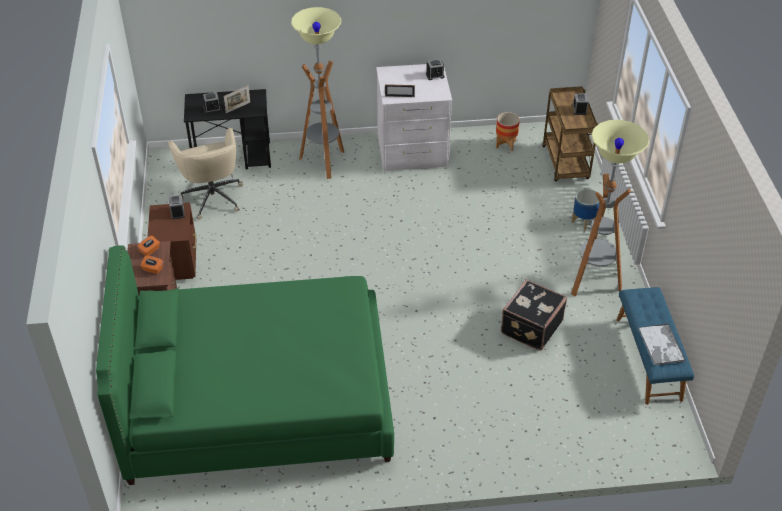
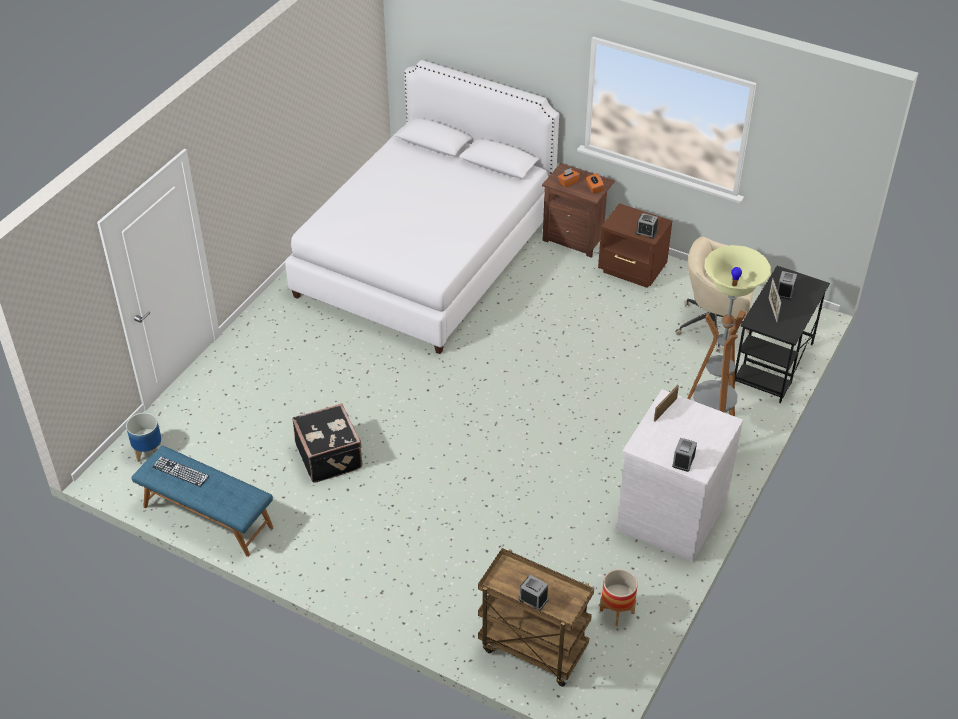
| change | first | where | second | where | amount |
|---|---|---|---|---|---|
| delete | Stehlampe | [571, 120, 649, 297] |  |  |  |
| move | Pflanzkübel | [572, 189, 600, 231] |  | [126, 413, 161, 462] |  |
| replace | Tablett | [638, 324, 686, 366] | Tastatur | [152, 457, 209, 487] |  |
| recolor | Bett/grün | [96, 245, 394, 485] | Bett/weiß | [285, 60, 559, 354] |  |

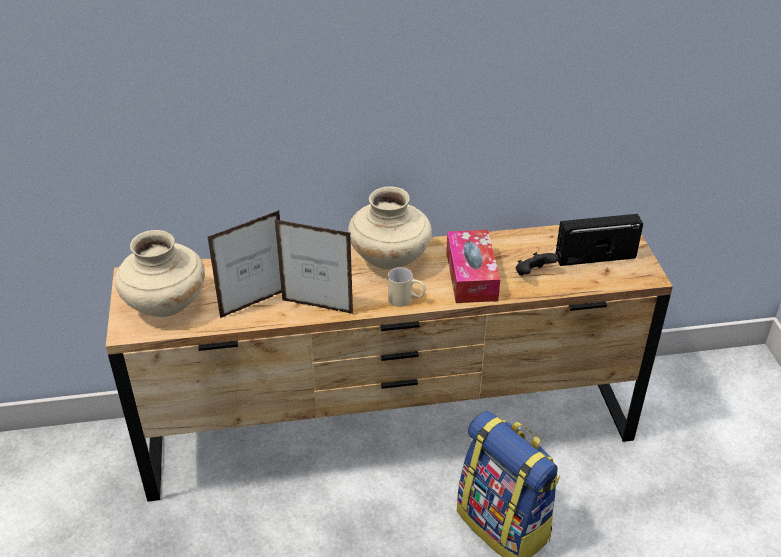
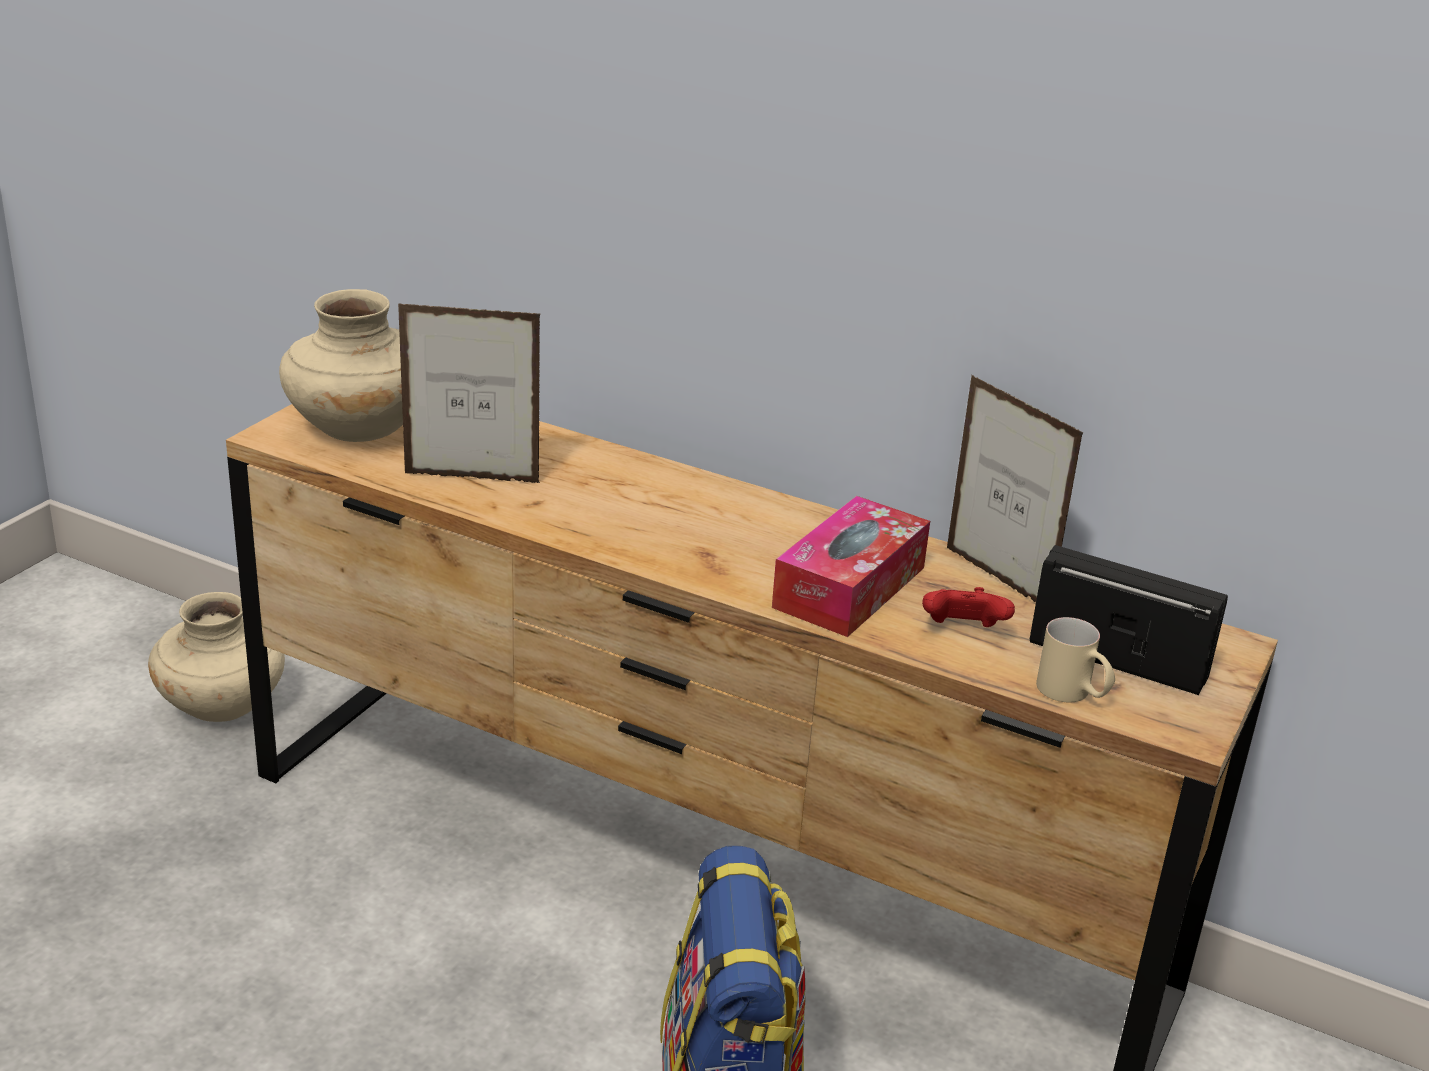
| change | first | where | second | where | amount |
|---|---|---|---|---|---|
| move | Bilderrahmen | [275, 220, 353, 314] |  | [947, 375, 1083, 602] |  |
| move | Vase/beige | [348, 187, 432, 270] |  | [148, 592, 285, 722] |  |
| move | Henkelbecher/beige | [388, 267, 426, 307] |  | [1036, 617, 1115, 702] |  |
| recolor | Gamepad/schwarz | [516, 252, 558, 275] | Gamepad/rot | [922, 587, 1015, 627] |  |

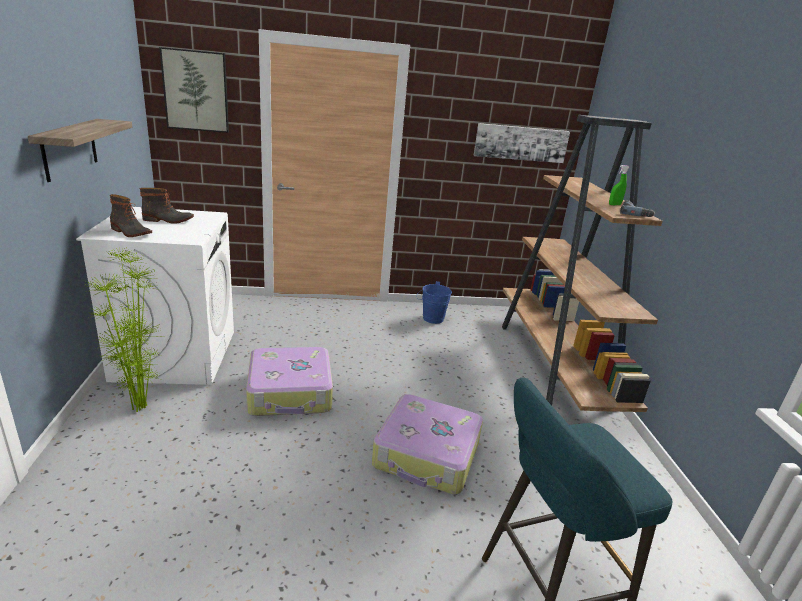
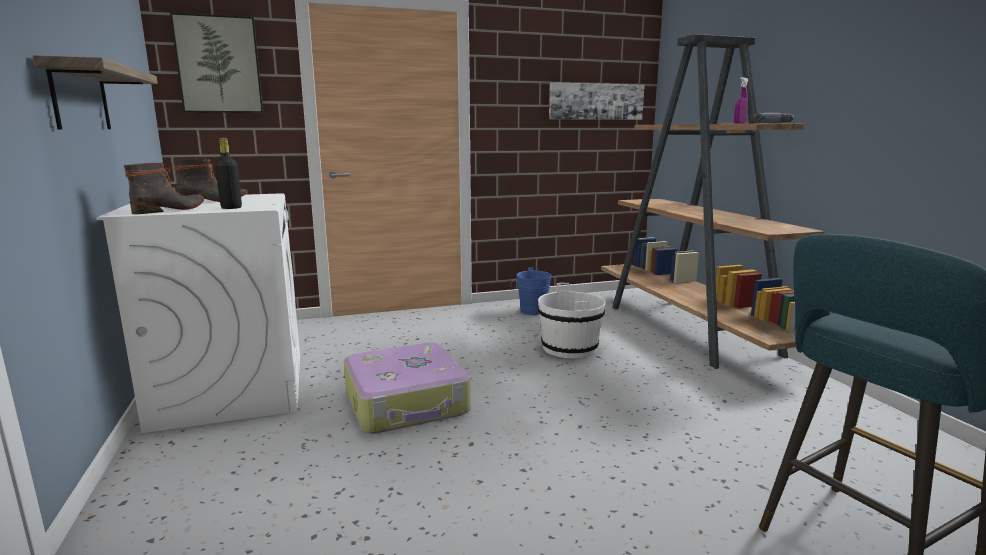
| change | first | where | second | where | amount |
|---|---|---|---|---|---|
| delete | Topfpflanze | [85, 247, 161, 412] |  |  |  |
| delete | Koffer | [372, 394, 483, 495] |  |  |  |
| insert |  |  | Flasche/schwarz | [215, 138, 242, 209] |  |
| insert |  |  | Eimer/weiß | [538, 283, 606, 358] |  |
| recolor | Sprühflasche/grün | [609, 165, 630, 205] | Sprühflasche/lila | [734, 77, 749, 124] |  |
| rotate | Stiefel | [110, 194, 152, 237] |  | [124, 163, 204, 214] | 75 degrees counterclockwise |

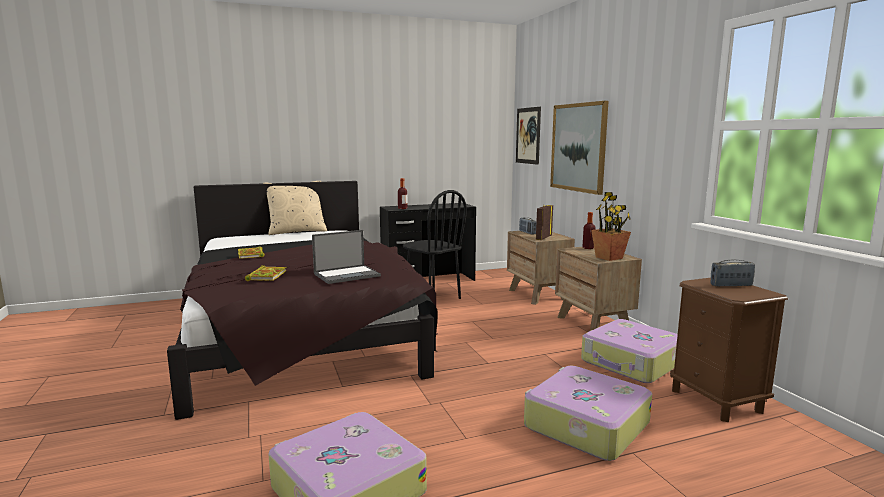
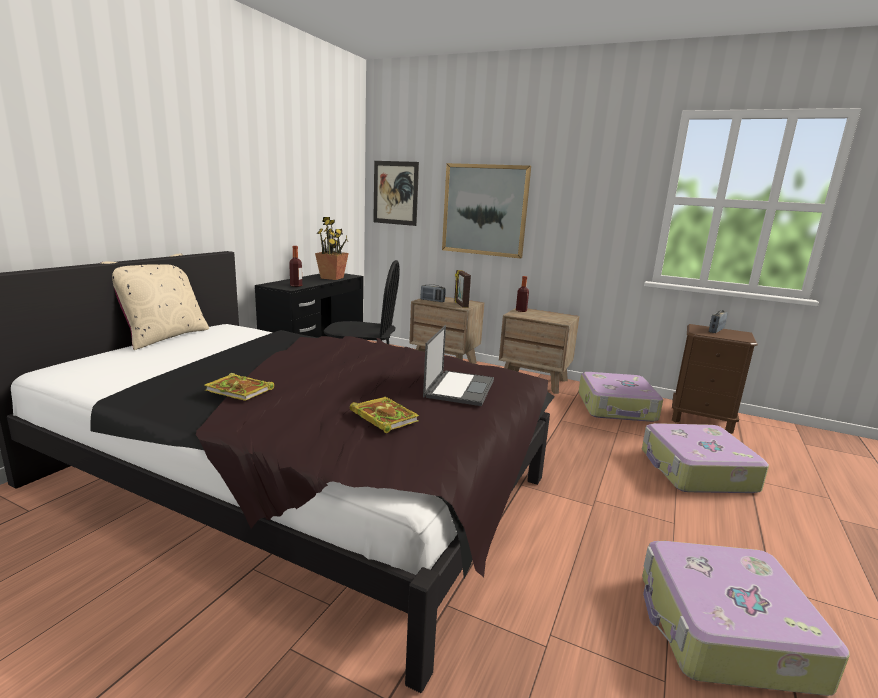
| change | first | where | second | where | amount |
|---|---|---|---|---|---|
| move | Topfpflanze | [591, 192, 631, 261] |  | [315, 217, 349, 280] |  |

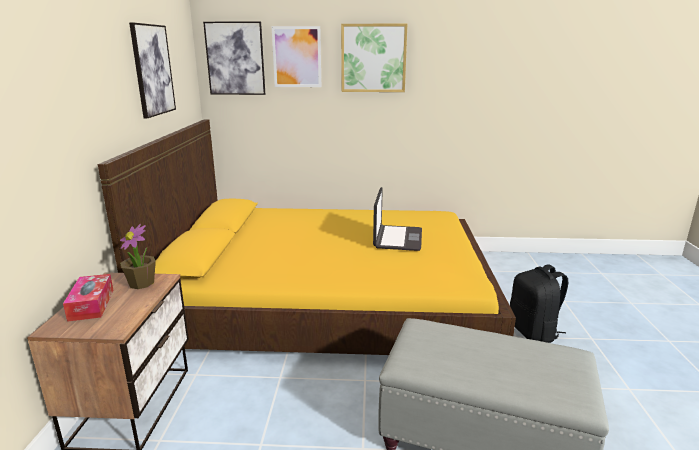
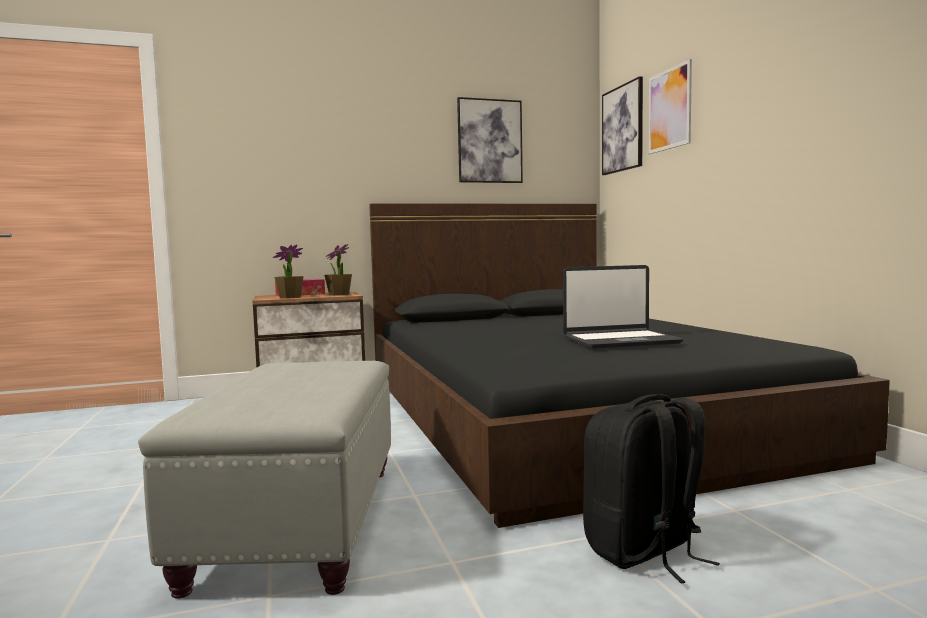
| change | first | where | second | where | amount |
|---|---|---|---|---|---|
| delete | Bild | [341, 24, 407, 92] |  |  |  |
| insert |  |  | Topfpflanze | [273, 245, 304, 299] |  |
| recolor | Bett/gelb | [98, 120, 516, 355] | Bett/schwarz | [369, 203, 890, 528] |  |

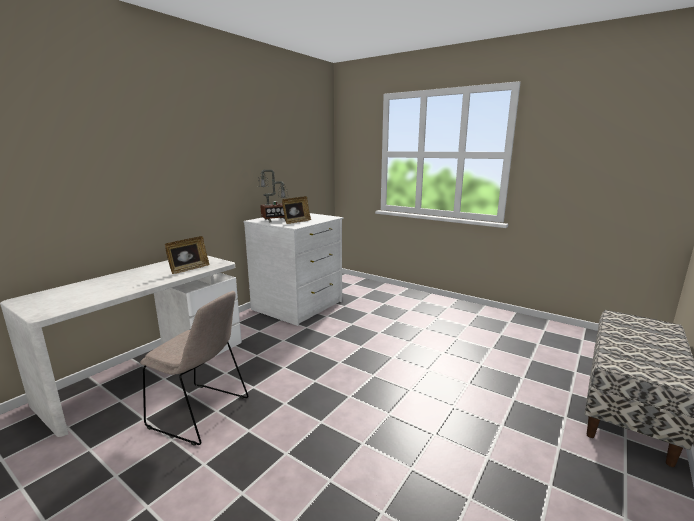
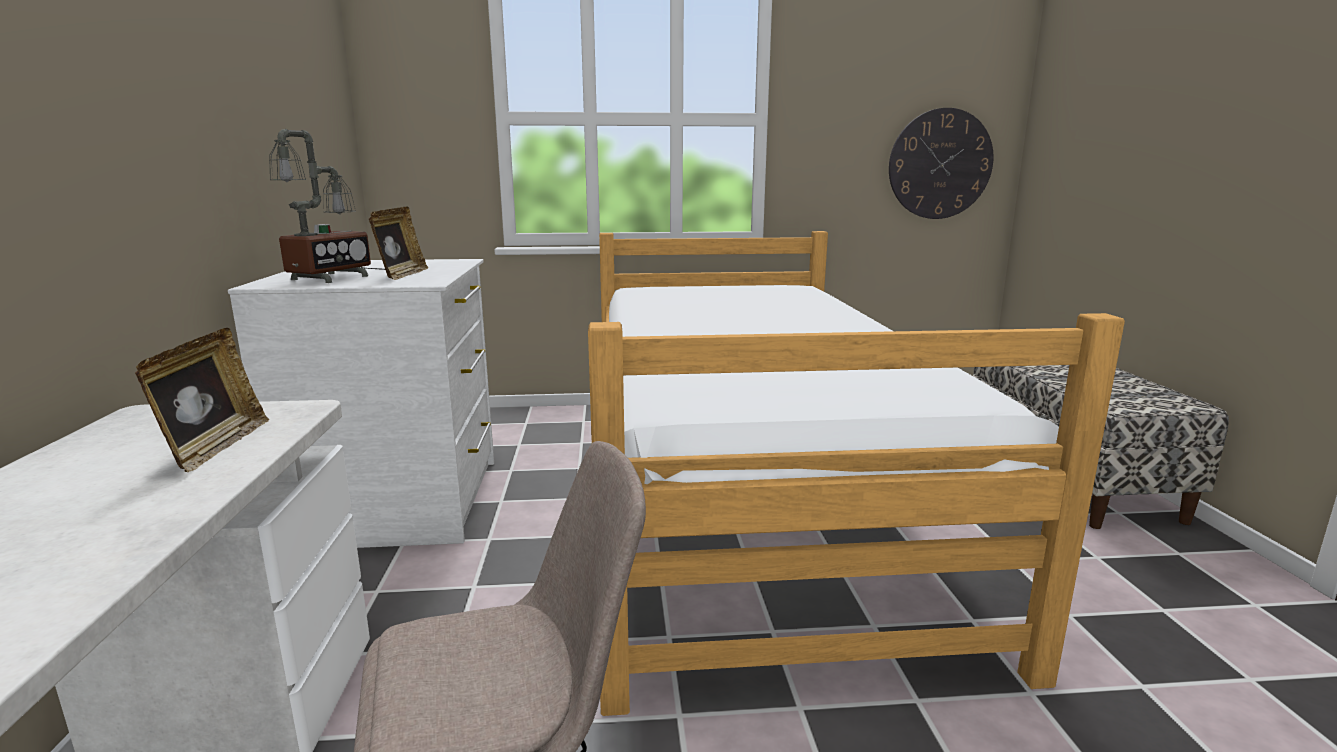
| change | first | where | second | where | amount |
|---|---|---|---|---|---|
| insert |  |  | Bett | [588, 231, 1125, 716] |  |
| insert |  |  | Wanduhr | [889, 108, 993, 219] |  |

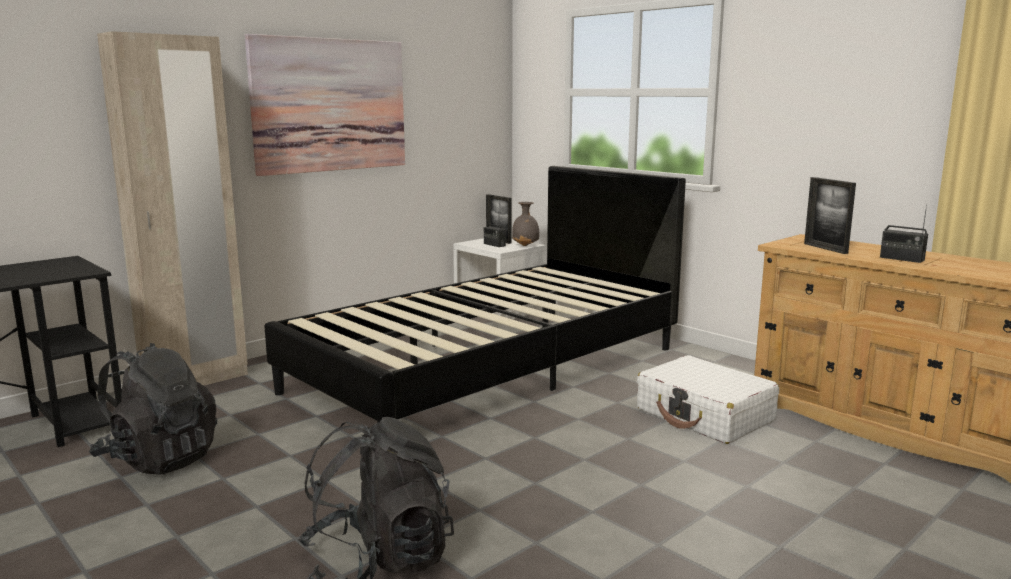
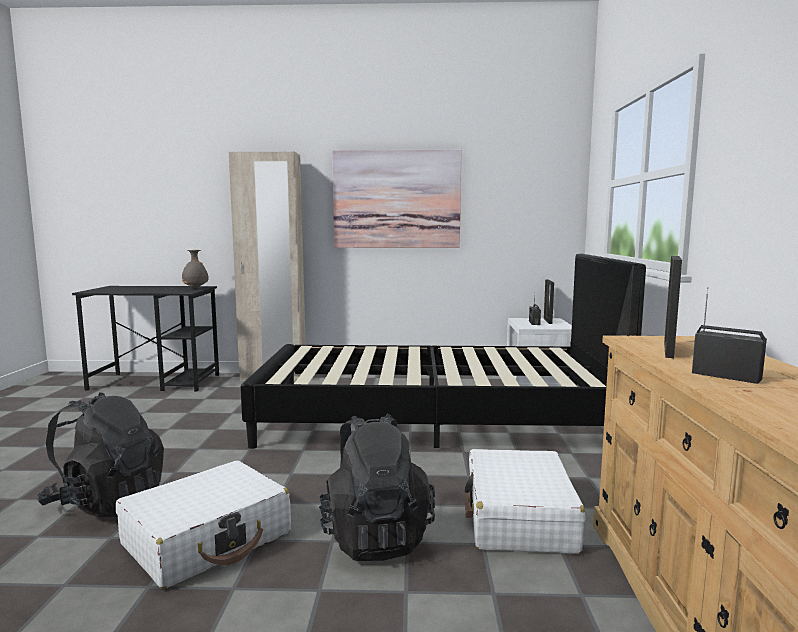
| change | first | where | second | where | amount |
|---|---|---|---|---|---|
| insert |  |  | Koffer/weiß | [116, 461, 291, 589] |  |
| move | Rucksack/schwarz | [89, 343, 217, 475] |  | [319, 414, 435, 561] |  |
| move | Vase/grau | [512, 202, 539, 246] |  | [182, 250, 209, 288] |  |
| rotate | Radio | [880, 204, 928, 263] |  | [692, 287, 767, 384] | 135 degrees clockwise |

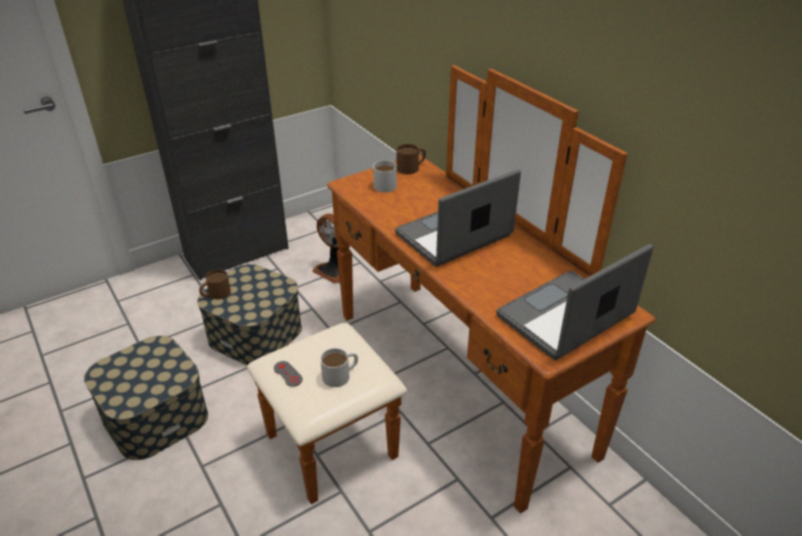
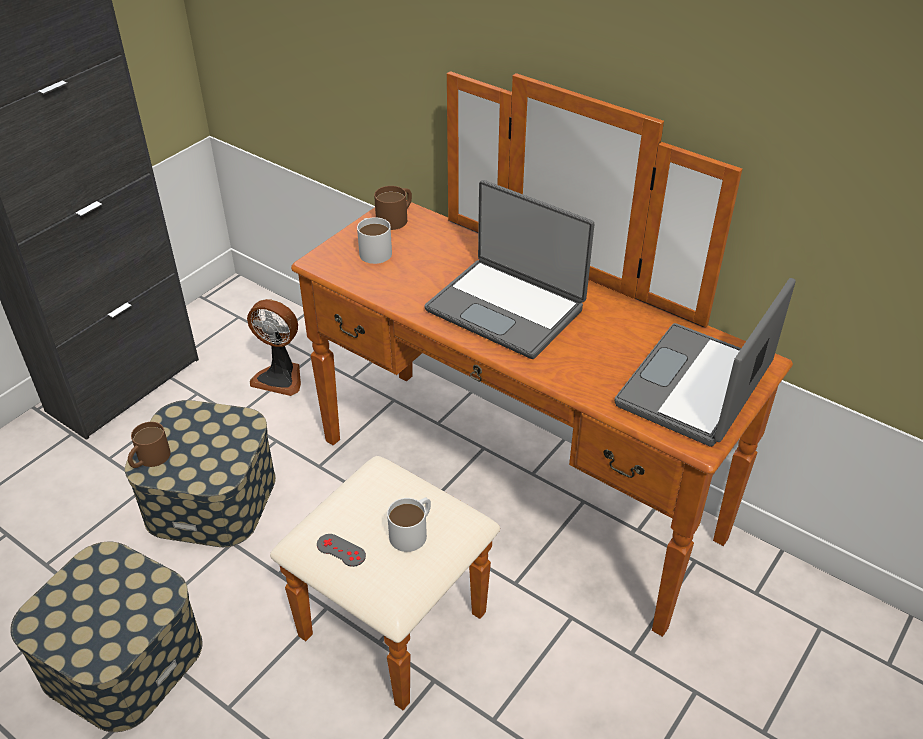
| change | first | where | second | where | amount |
|---|---|---|---|---|---|
| rotate | Laptop | [395, 169, 521, 267] |  | [425, 180, 594, 359] | 90 degrees counterclockwise |

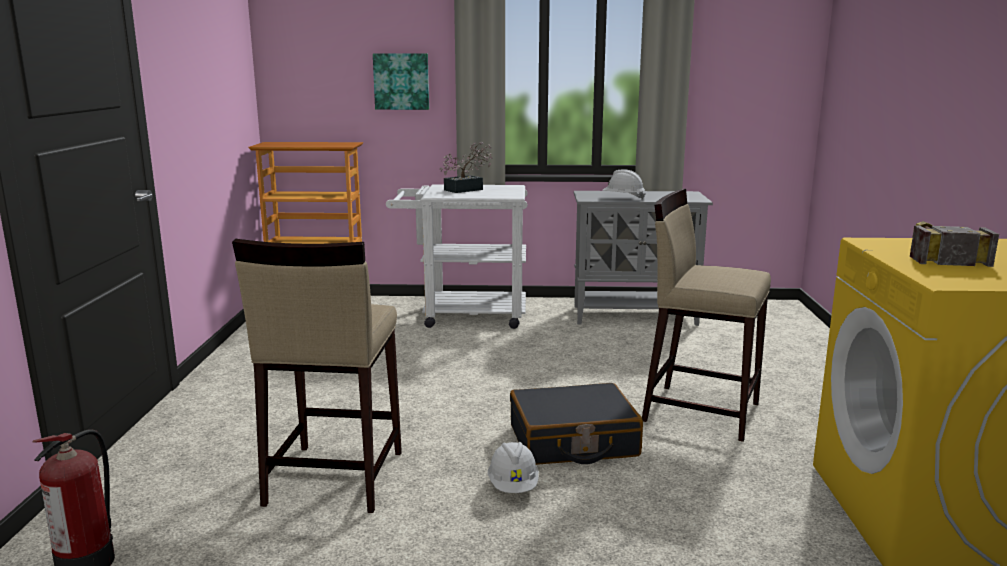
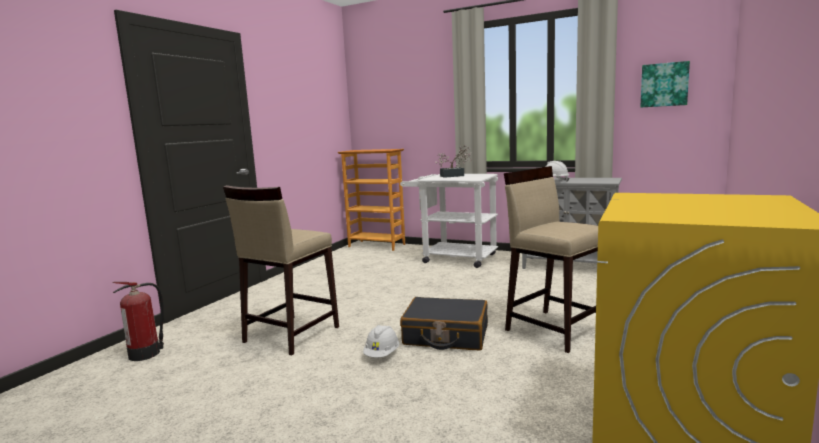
| change | first | where | second | where | amount |
|---|---|---|---|---|---|
| delete | Hammer | [910, 221, 999, 267] |  |  |  |
| move | Bild | [373, 53, 429, 110] |  | [640, 61, 690, 107] |  |

